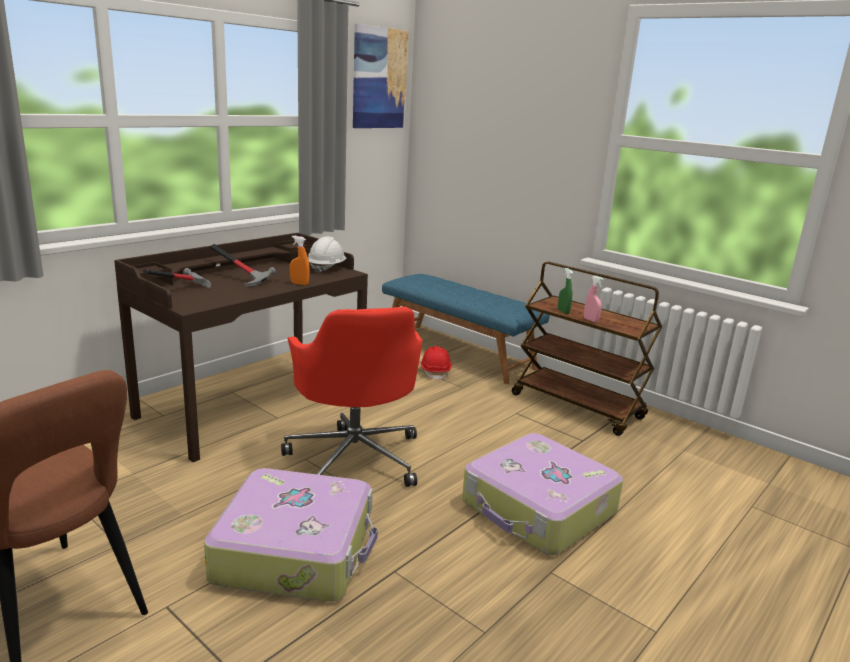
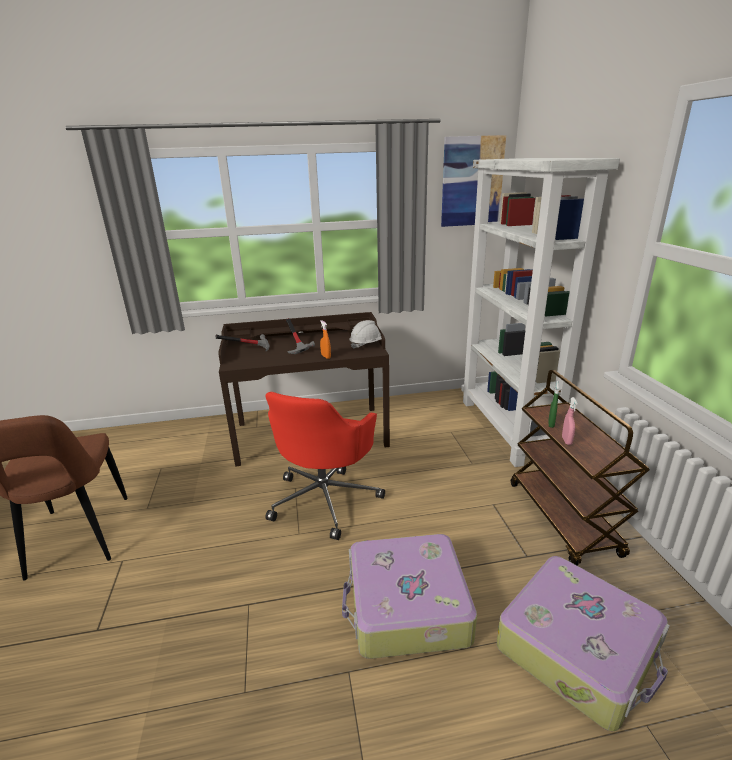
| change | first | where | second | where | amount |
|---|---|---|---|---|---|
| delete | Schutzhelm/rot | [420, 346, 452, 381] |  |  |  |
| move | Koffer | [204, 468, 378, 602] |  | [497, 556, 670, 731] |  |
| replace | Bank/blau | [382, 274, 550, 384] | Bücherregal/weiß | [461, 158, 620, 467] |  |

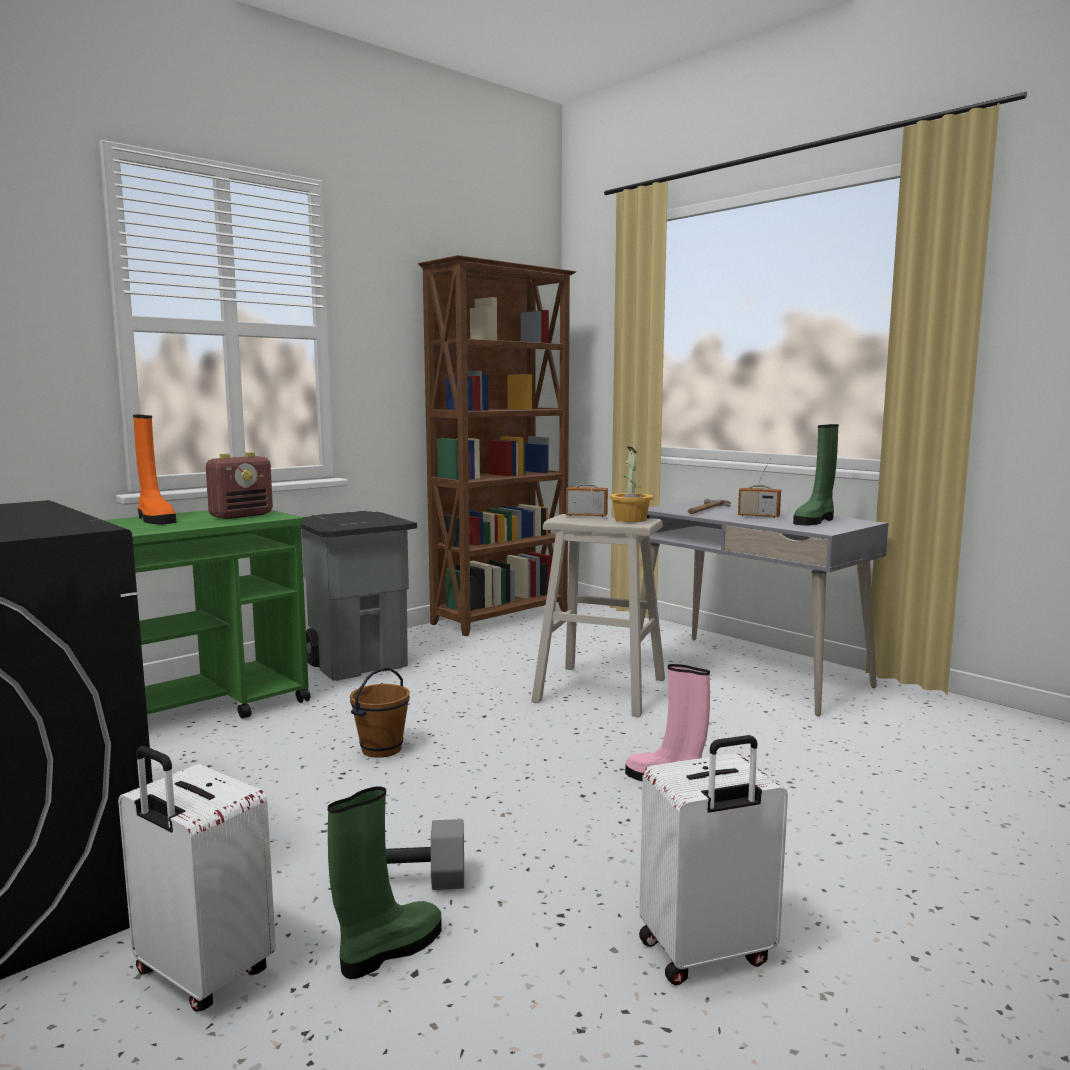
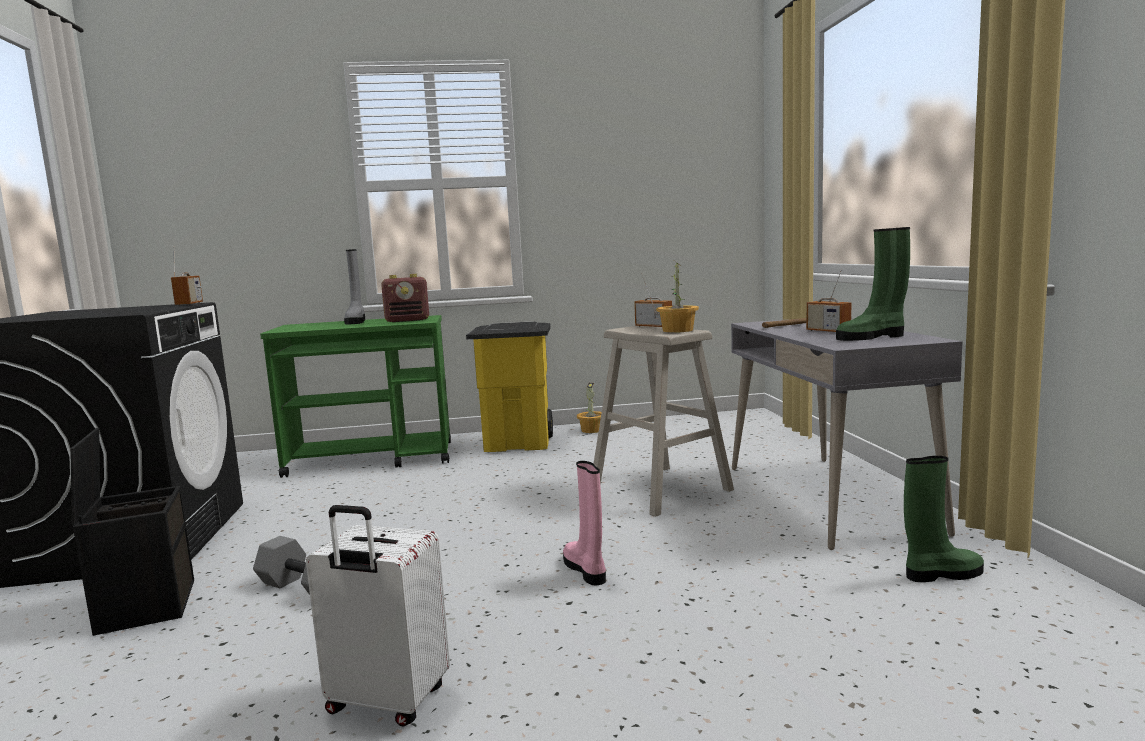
| change | first | where | second | where | amount |
|---|---|---|---|---|---|
| delete | Eimer/braun | [350, 667, 410, 758] |  |  |  |
| delete | Bücherregal/braun | [418, 255, 576, 636] |  |  |  |
| insert |  |  | Radio | [171, 246, 203, 306] |  |
| insert |  |  | Topfpflanze | [577, 383, 602, 433] |  |
| move | Stiefel/grün | [328, 786, 442, 979] |  | [904, 456, 984, 582] |  |
| replace | Koffer/weiß | [118, 746, 276, 1012] | Aufbewahrungsbox/schwarz | [70, 428, 194, 636] |  |
| recolor | Stiefel/orange | [133, 415, 176, 524] | Stiefel/grau | [344, 249, 365, 325] |  |
| recolor | Mülleimer/grau | [301, 511, 417, 681] | Mülleimer/gelb | [466, 321, 553, 452] |  |

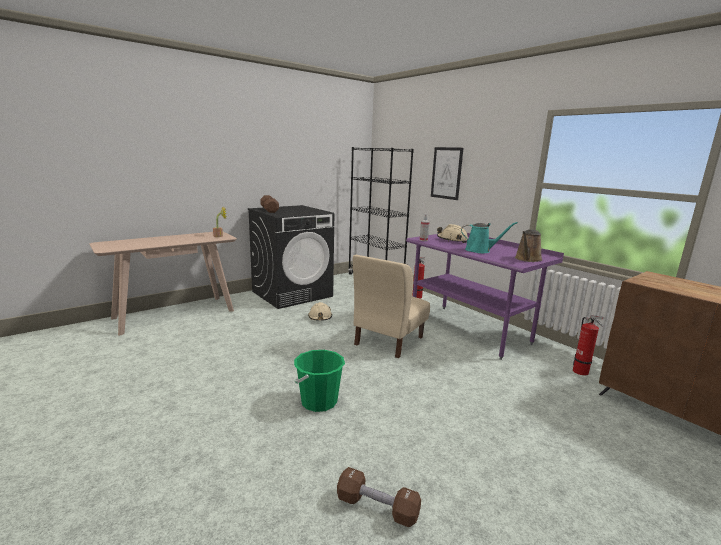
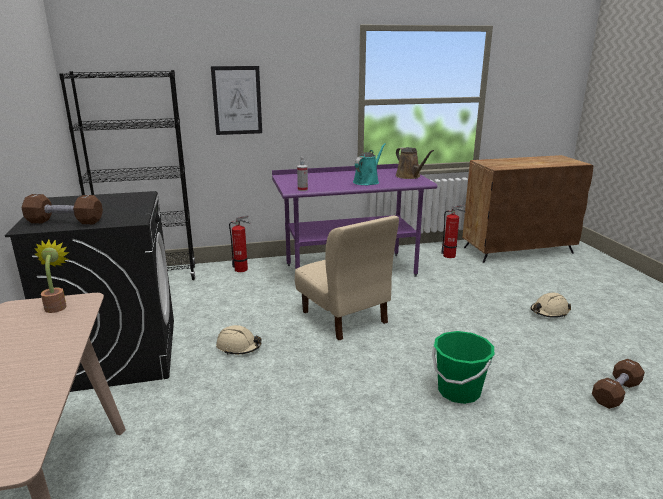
| change | first | where | second | where | amount |
|---|---|---|---|---|---|
| move | Schutzhelm/beige | [437, 224, 468, 243] |  | [530, 293, 571, 318] |  |

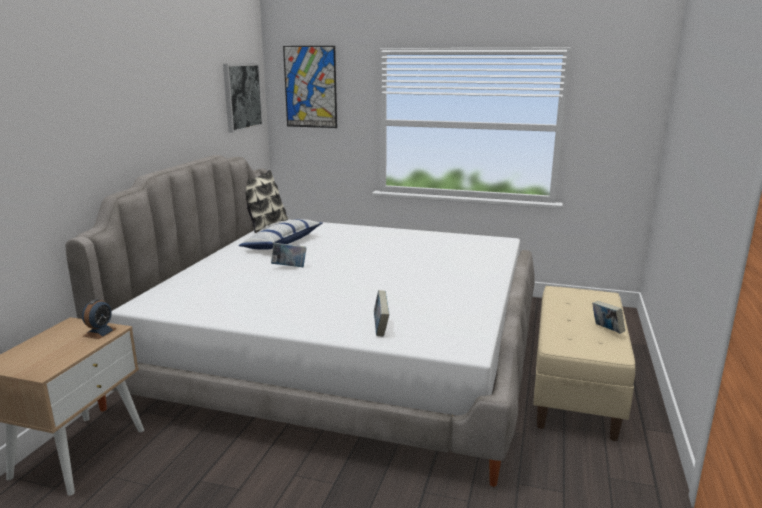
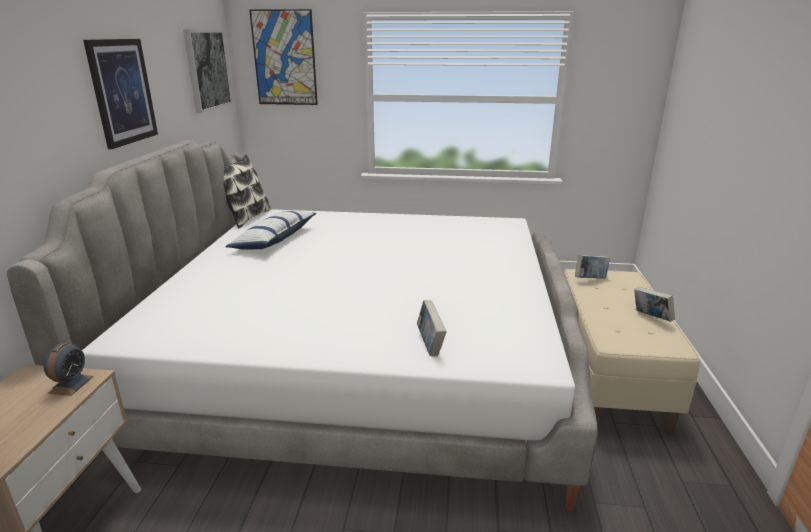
| change | first | where | second | where | amount |
|---|---|---|---|---|---|
| insert |  |  | Bild | [83, 39, 158, 149] |  |
| move | Buch | [271, 243, 306, 267] |  | [575, 255, 610, 278] |  |

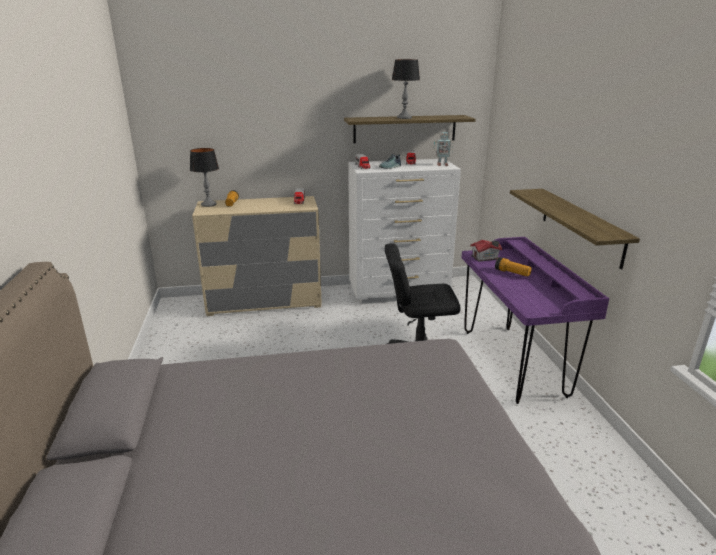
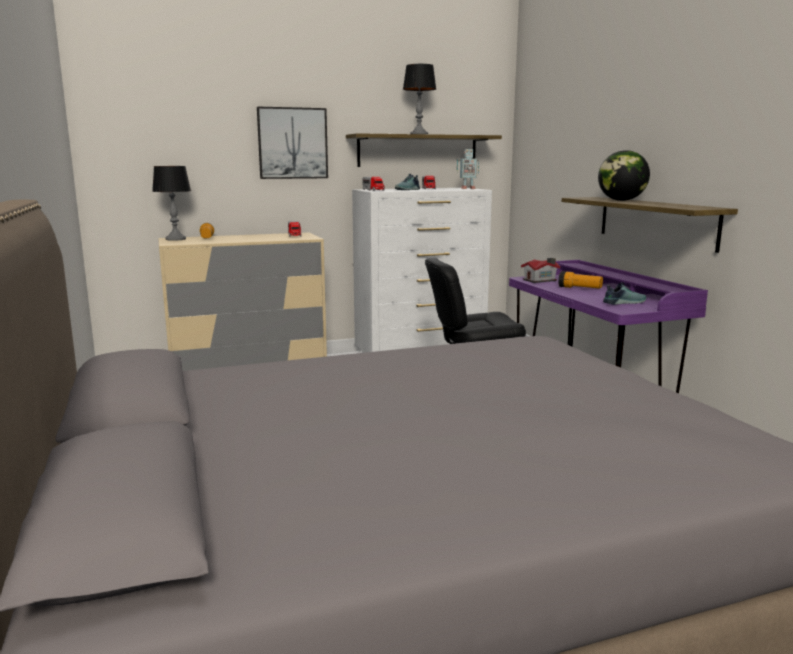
| change | first | where | second | where | amount |
|---|---|---|---|---|---|
| insert |  |  | Bild | [257, 106, 328, 179] |  |
| insert |  |  | Globus | [598, 150, 650, 201] |  |
| insert |  |  | Schuh | [603, 282, 646, 305] |  |

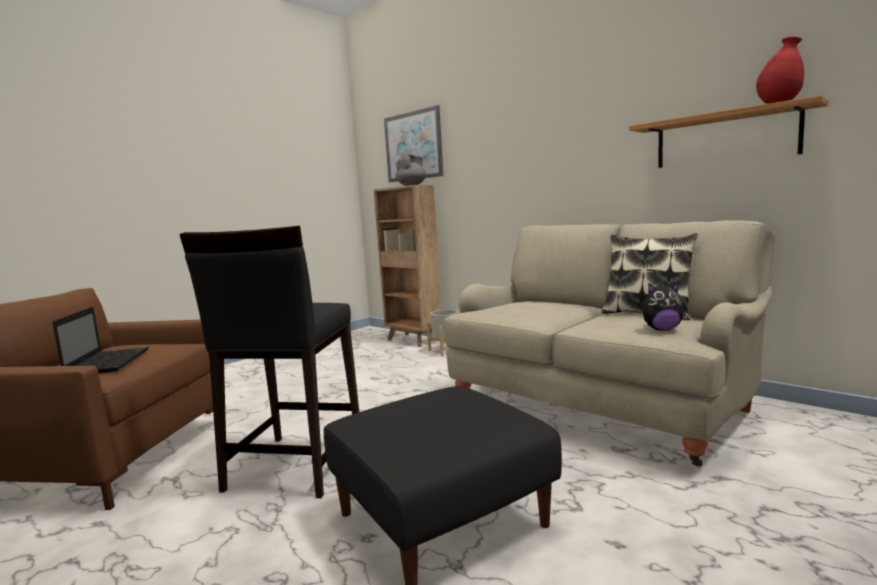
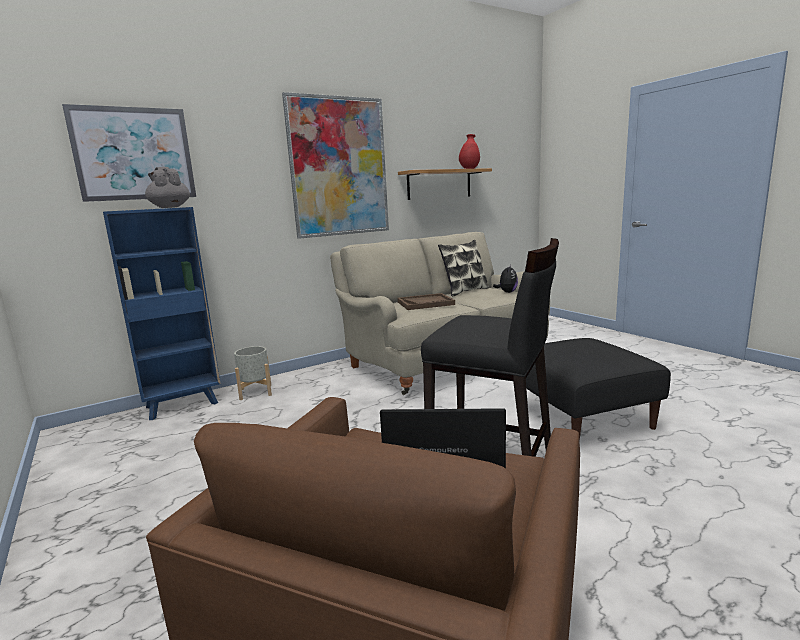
| change | first | where | second | where | amount |
|---|---|---|---|---|---|
| insert |  |  | Bild | [282, 92, 389, 239] |  |
| insert |  |  | Tablett/braun | [397, 293, 455, 310] |  |
| recolor | Bücherregal/braun | [374, 185, 441, 347] | Bücherregal/blau | [103, 207, 221, 420] |  |

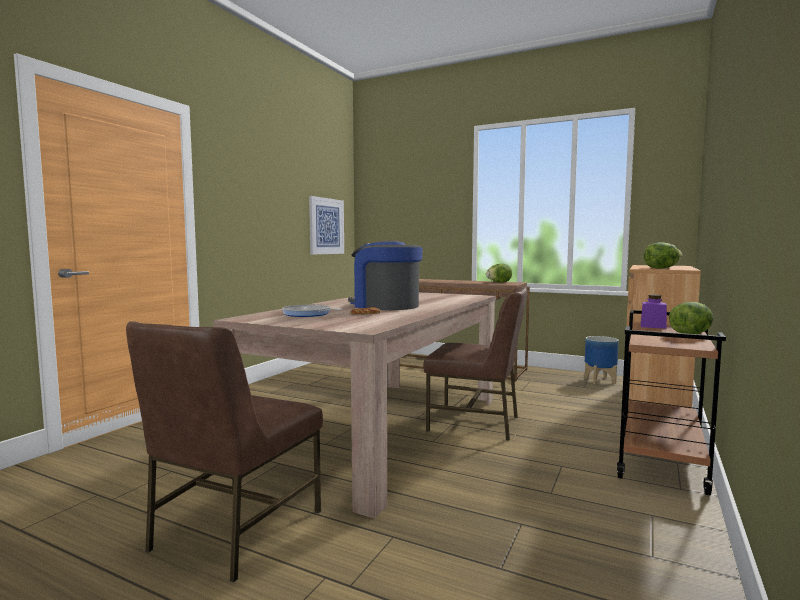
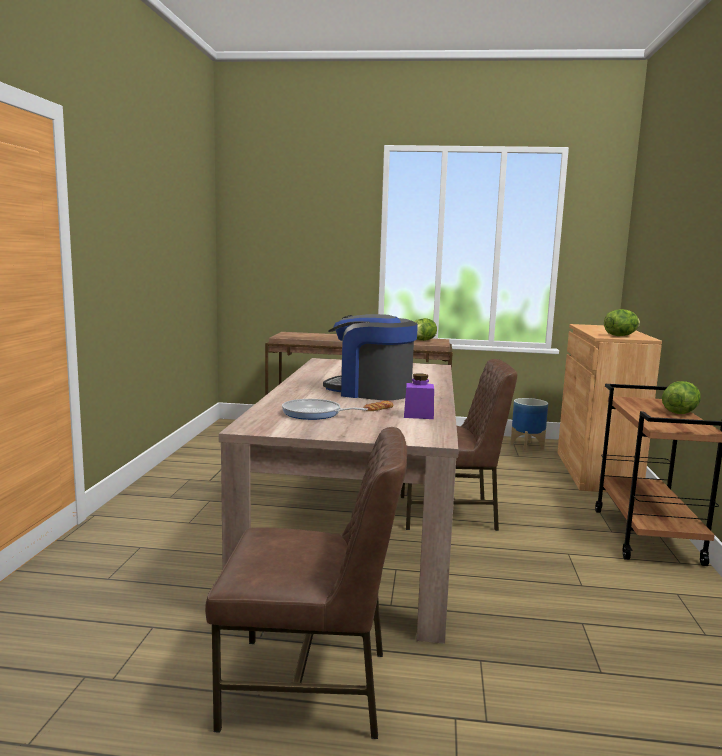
| change | first | where | second | where | amount |
|---|---|---|---|---|---|
| delete | Bild | [309, 196, 344, 254] |  |  |  |
| move | Vorratsglas/lila | [641, 295, 667, 329] |  | [404, 373, 434, 419] |  |
| rotate | Stuhl/braun | [126, 321, 323, 583] |  | [205, 427, 407, 739] | 90 degrees counterclockwise |

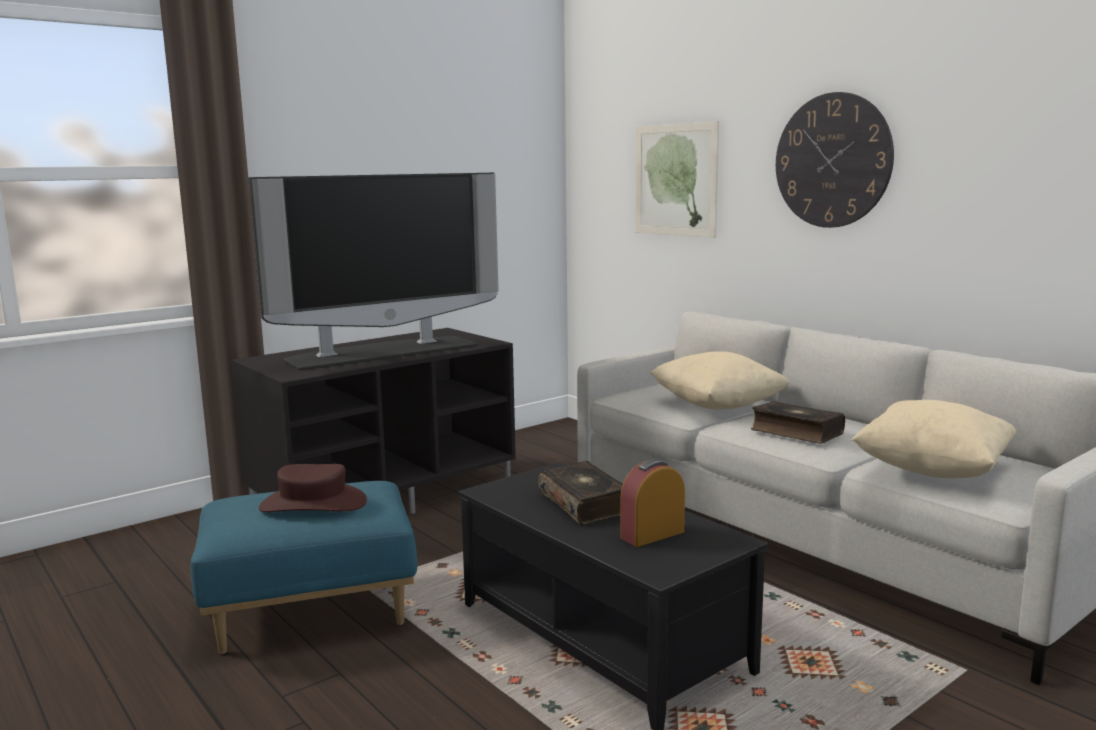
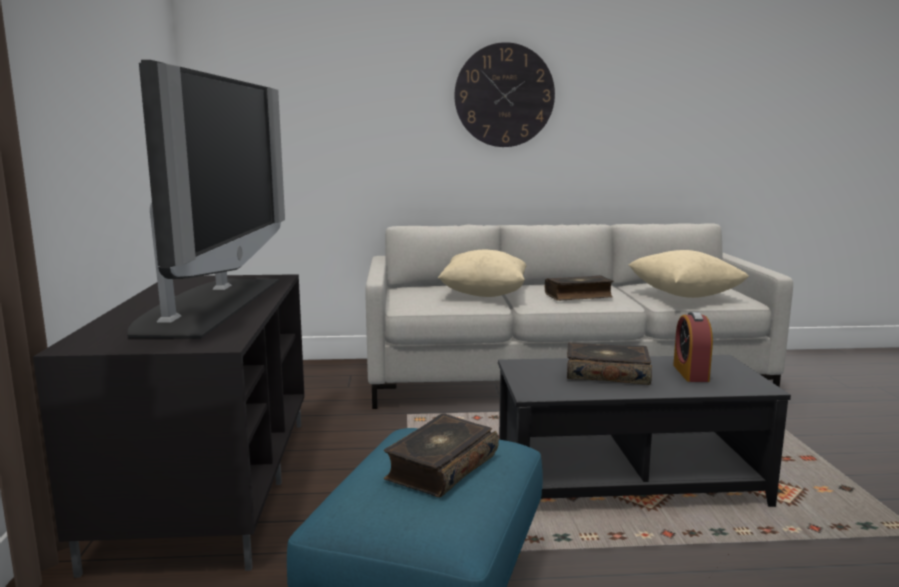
| change | first | where | second | where | amount |
|---|---|---|---|---|---|
| delete | Bild | [635, 121, 719, 238] |  |  |  |
| replace | Hut/braun | [259, 464, 367, 512] | Buch | [384, 413, 499, 497] |  |

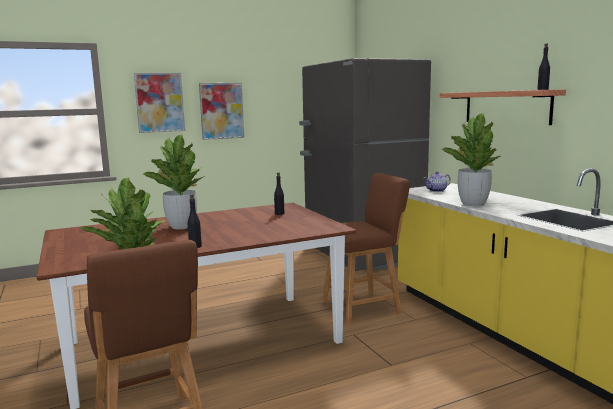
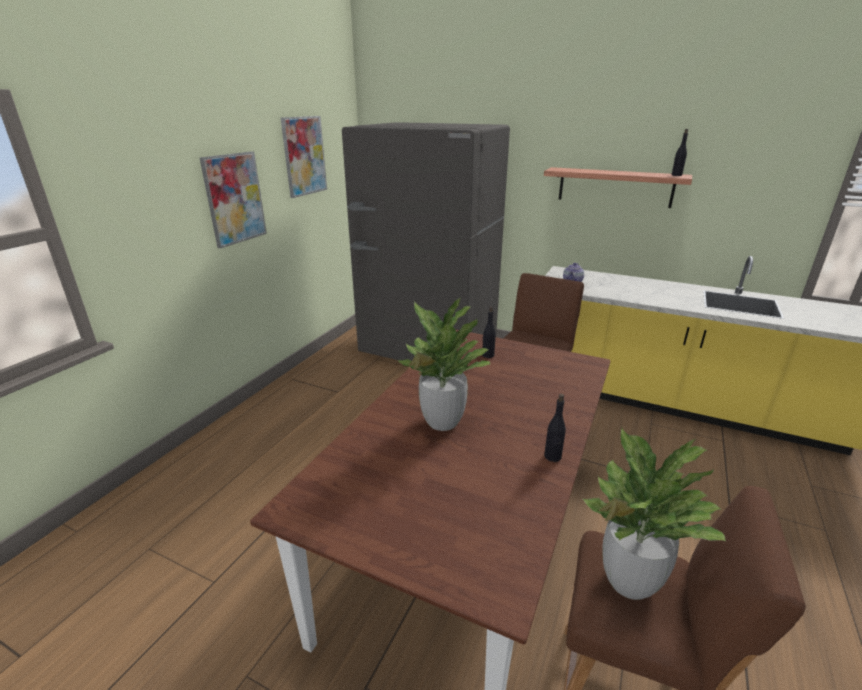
| change | first | where | second | where | amount |
|---|---|---|---|---|---|
| delete | Topfpflanze | [441, 114, 501, 206] |  |  |  |
| move | Bild | [134, 73, 185, 133] |  | [281, 116, 327, 198] |  |

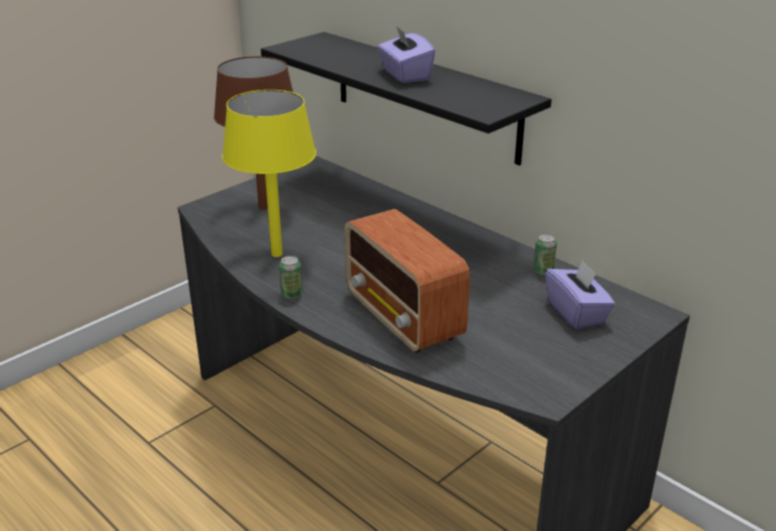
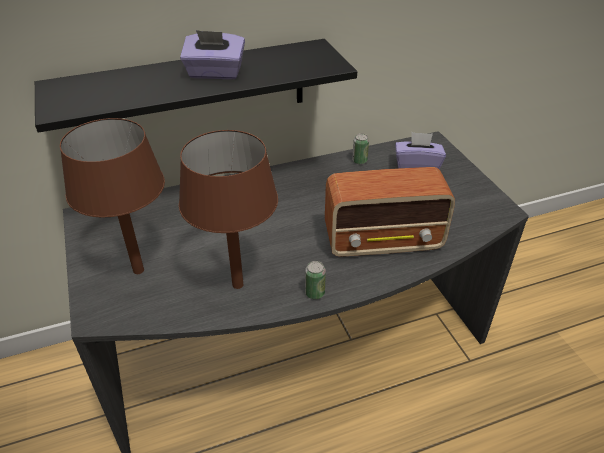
| change | first | where | second | where | amount |
|---|---|---|---|---|---|
| recolor | Tischlampe/gelb | [222, 90, 316, 257] | Tischlampe/braun | [179, 130, 278, 289] |  |

